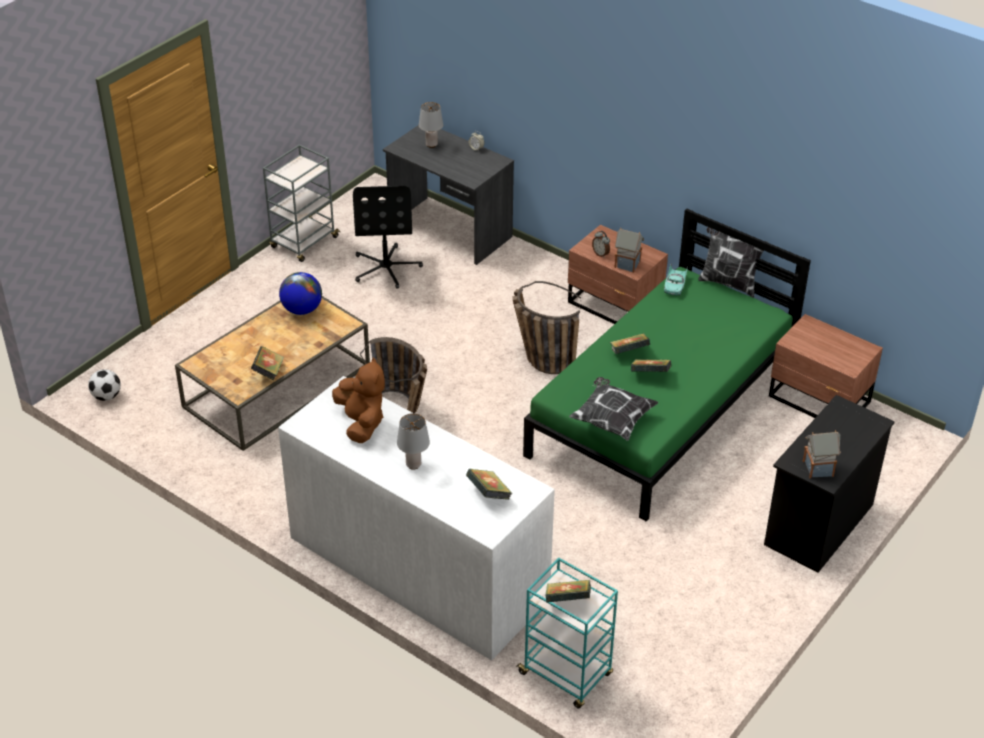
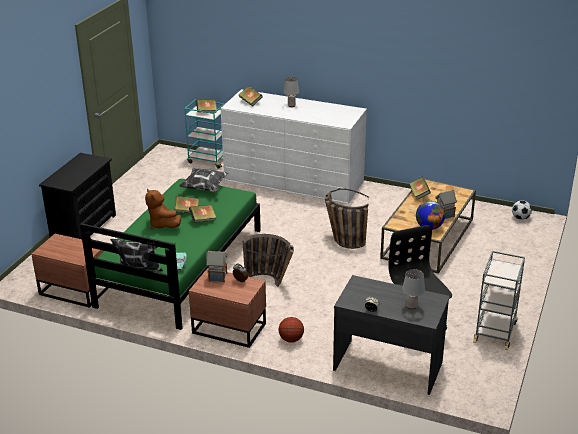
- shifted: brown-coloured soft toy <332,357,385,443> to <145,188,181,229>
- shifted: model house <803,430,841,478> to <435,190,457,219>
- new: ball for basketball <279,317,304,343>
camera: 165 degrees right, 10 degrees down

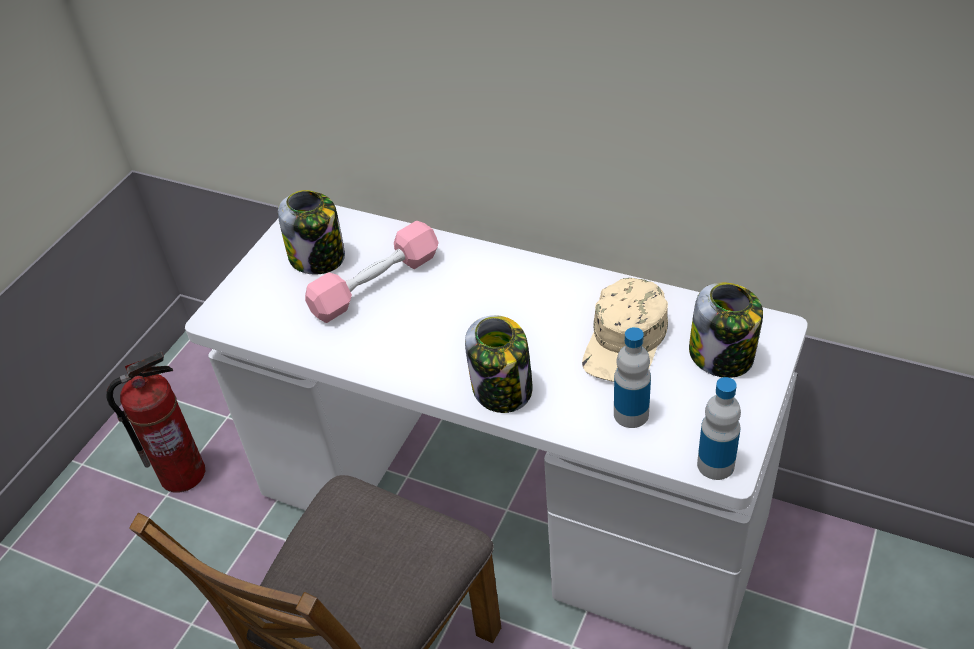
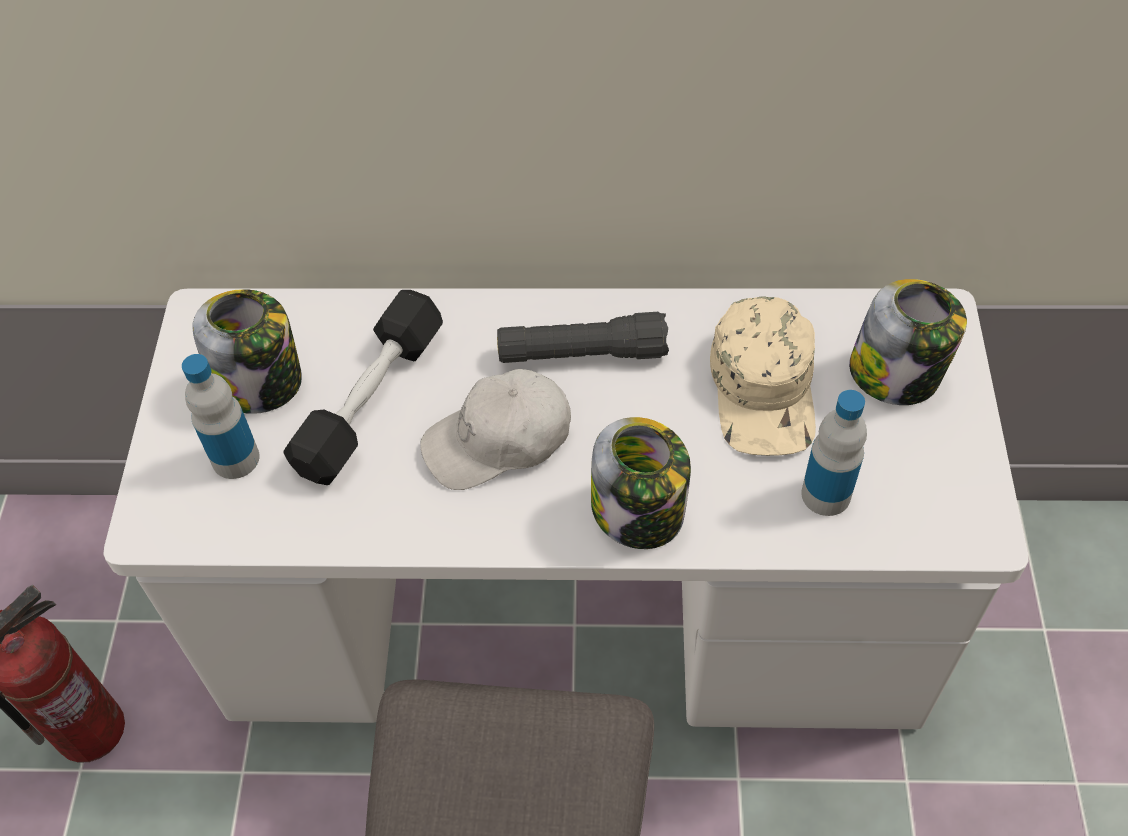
- repainted: pink-coloured hand weight <305,221,439,323> to blackish hand weight <284,290,443,485>
- shifted: bottle <697,377,741,480> to <182,354,260,479>
- new: blackish flashlight <497,312,669,363>
- new: white-coloured peaked cap <420,369,571,490>
camera: 25 degrees left, 10 degrees up

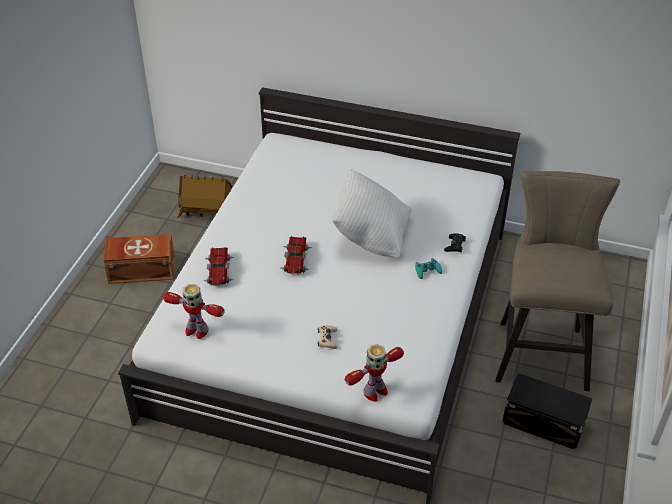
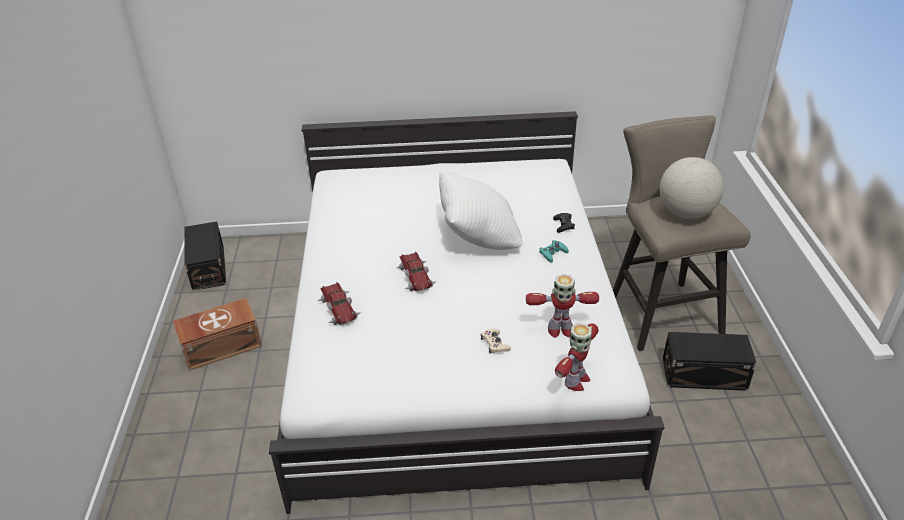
- gone: model house <177,175,232,218>
- shifted: model robot <163,284,225,339> to <526,274,599,338>
- new: globe <660,157,724,219>
- new: blackish storage bin <184,221,226,291>
camera: 20 degrees left, 5 degrees down

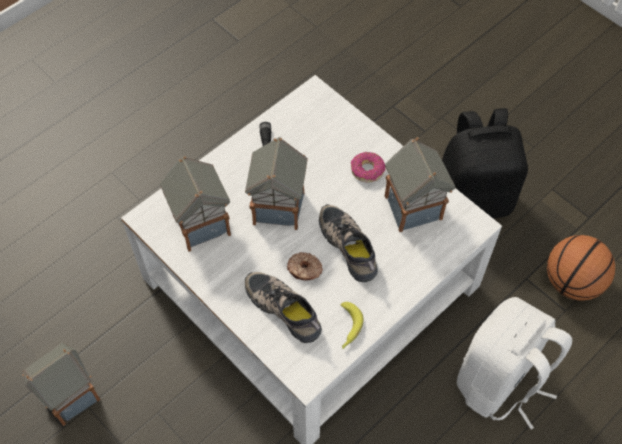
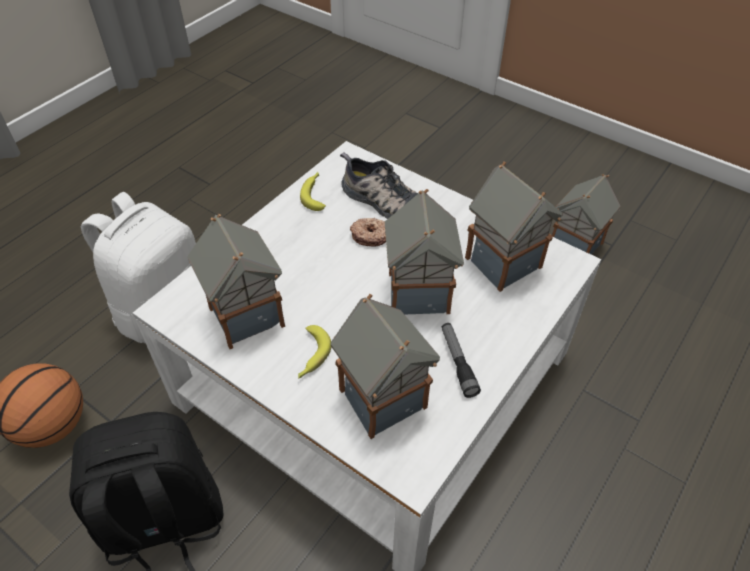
- swapped: donut <351,152,386,183> to whole banana <298,325,331,378>
- gone: low shoe <319,204,378,282>
- new: model house <331,294,440,439>
camera: 170 degrees right, 10 degrees down

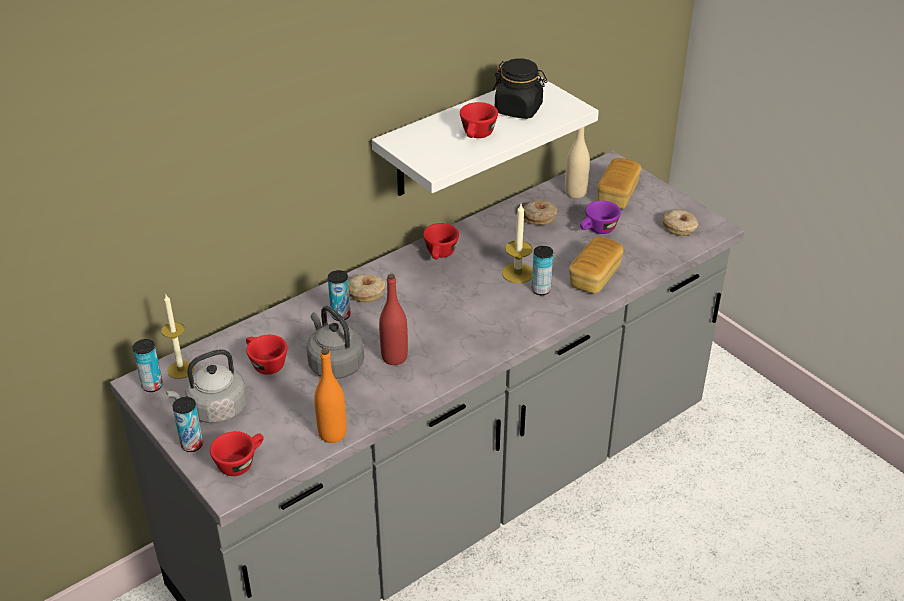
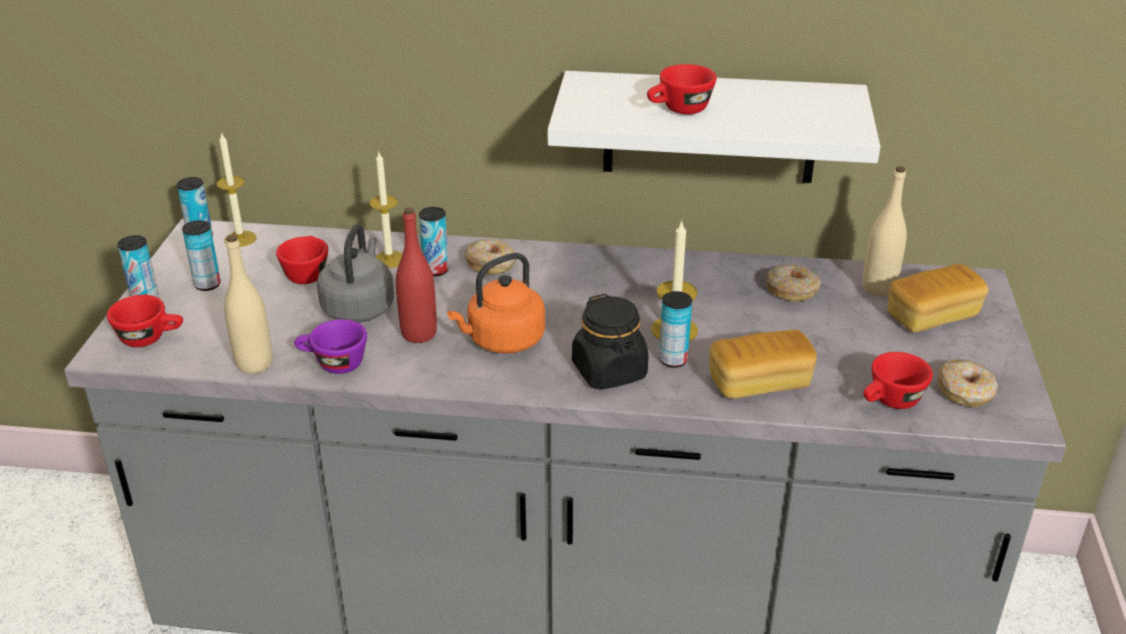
- shifted: blackish jar <493,58,548,119> to <572,294,649,390>
- shifted: purple drinking cup <580,200,621,234> to <294,319,367,374>
- shifted: red drinking cup <423,223,459,259> to <863,352,933,409>
- repainted: orange-coloured bottle <314,348,347,443> to beige bottle <224,235,273,374>
- swapped: grey kettle <166,349,247,423> to can <182,220,221,291>
- new: candle <370,152,402,268>
- new: orange-coloured kettle <447,253,545,354>
camera: 45 degrees right, 5 degrees down

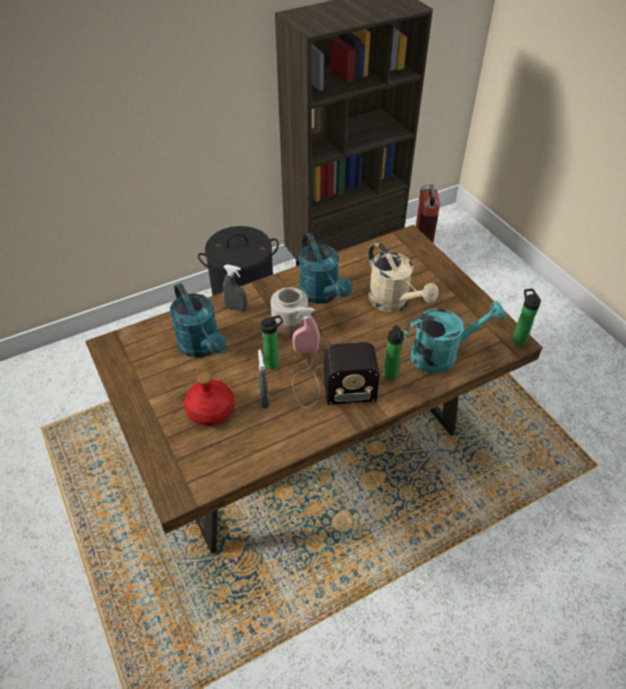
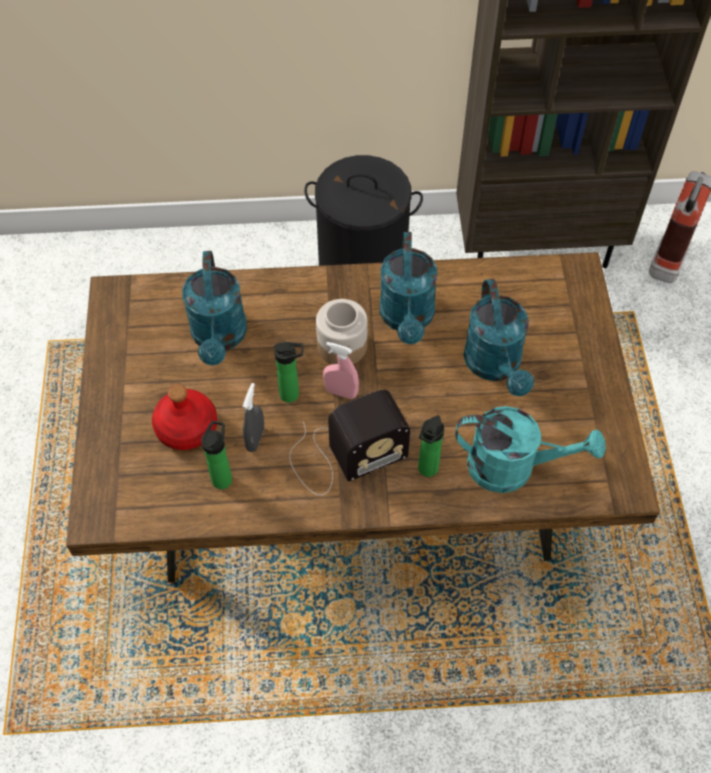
- repainted: beige watering can <368,242,439,312> to turquoise-coloured watering can <464,279,534,396>
- gone: grey hand sprayer <223,264,247,312>
- shifted: bottle <512,289,541,346> to <202,421,232,489>
- rotated: radio <292,342,380,408> = <289,390,410,495> 45 degrees counterclockwise
camera: 25 degrees right, 10 degrees up

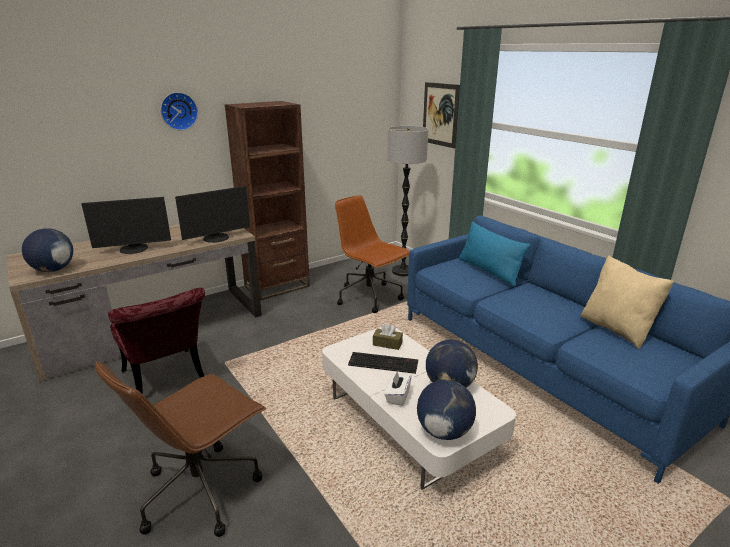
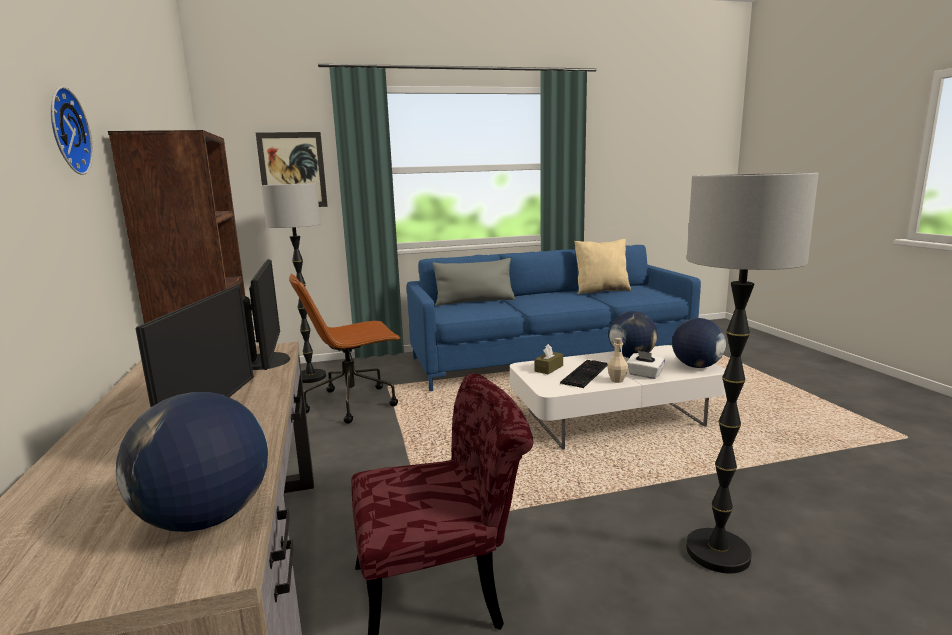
- repainted: bluish cushion <459,222,531,286> to grey cushion <433,258,515,306>
- swapped: brown-coloured office chair <95,361,266,537> to standing lamp <686,172,819,574>
- new: beige bottle <607,338,628,383>
camera: 70 degrees left, 10 degrees down

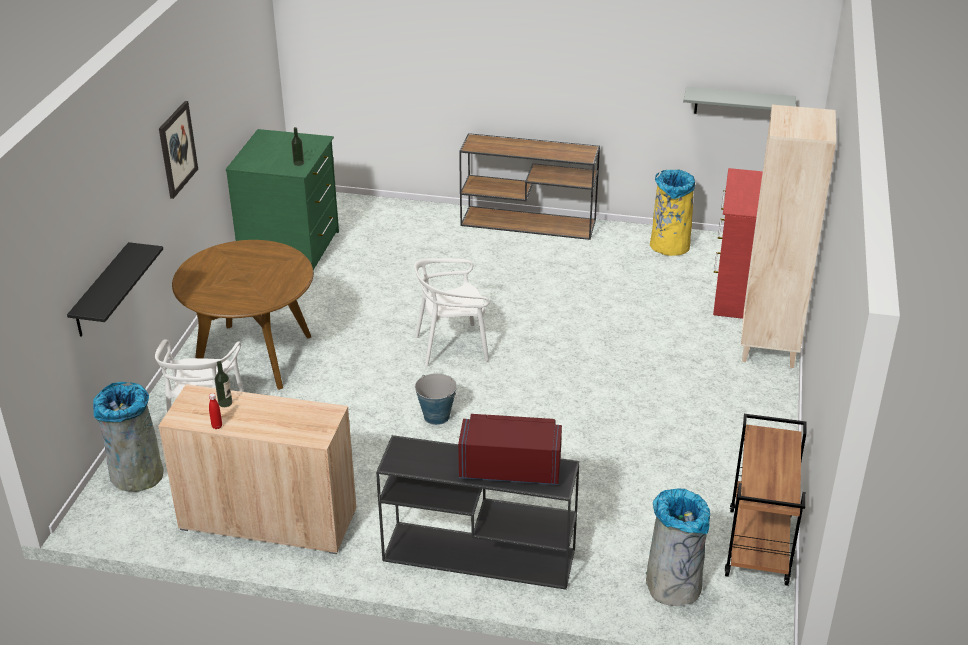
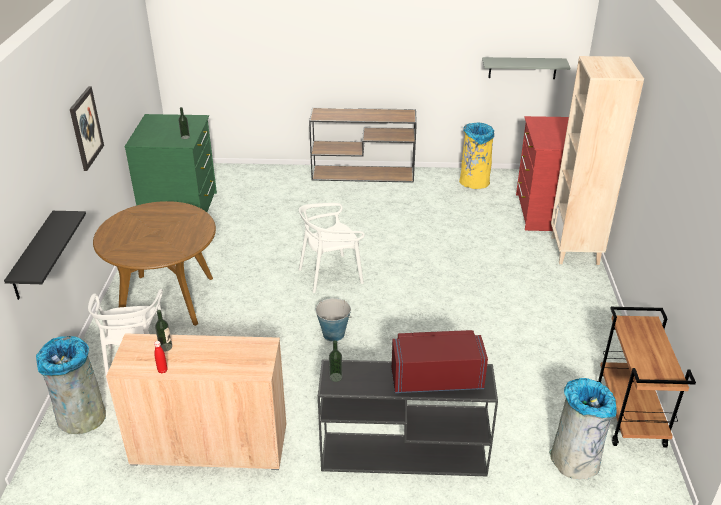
- new: bottle <329,340,342,382>
camera: 10 degrees left, 0 degrees up

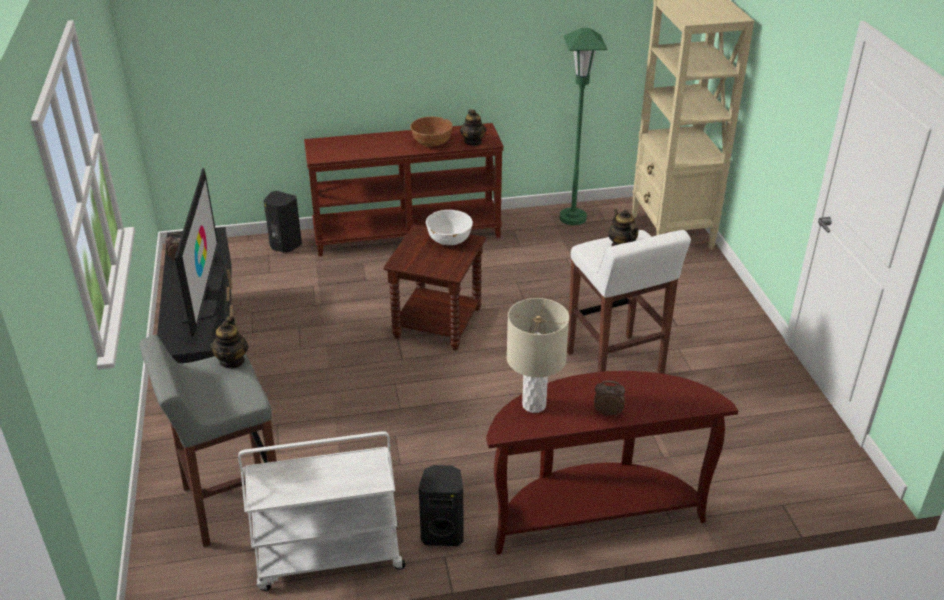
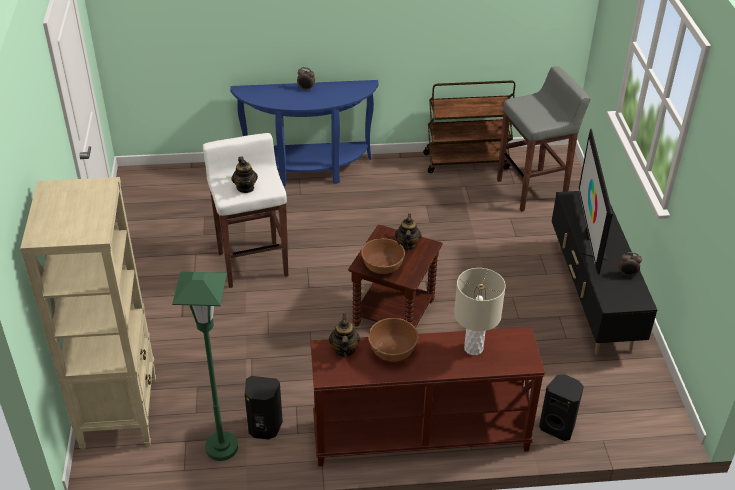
- repainted: white-coloured deep dish <426,210,473,245> to brown-coloured deep dish <361,238,405,274>
- shifted: beige table lamp <507,298,569,413> to <454,268,506,355>
- shifted: teapot <210,316,248,369> to <395,214,422,250>
- repainted: brown-coloured hall table <486,371,738,555> to bluish hall table <230,80,379,186>
- repainted: white-coloured cart <238,431,405,591> to brown-coloured cart <423,81,515,173>
- shifted: blackish audio speaker <419,465,464,546> to <245,376,283,440>
camera: 175 degrees left, 5 degrees up

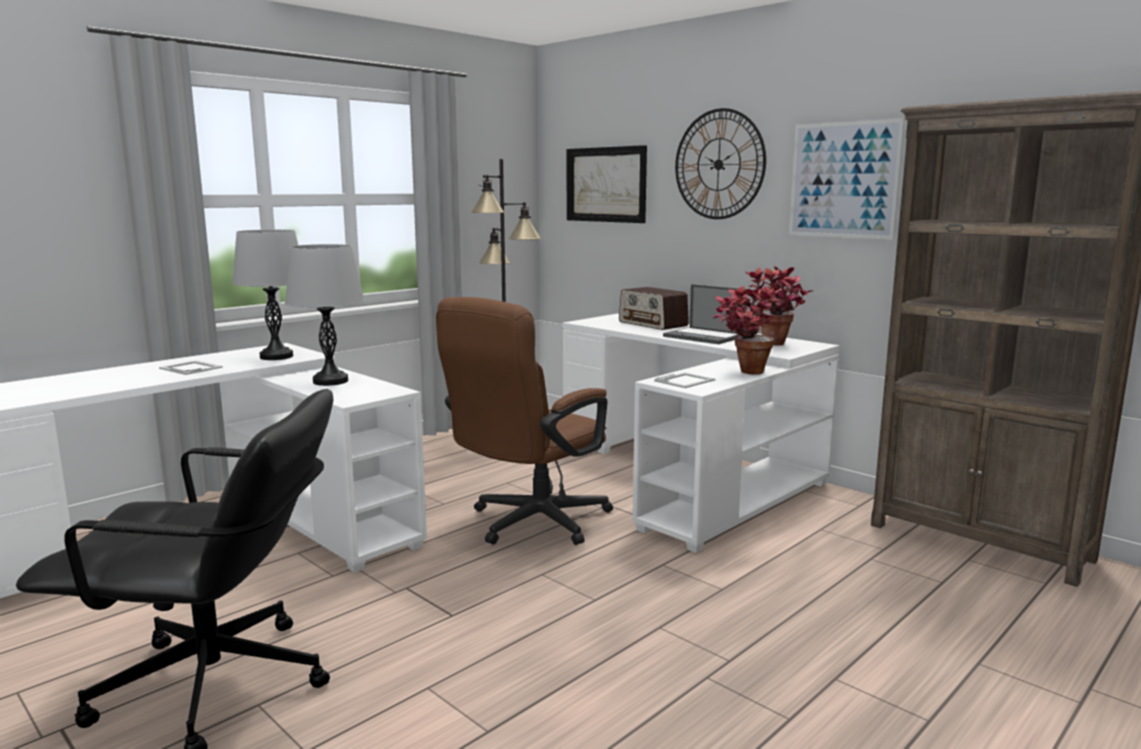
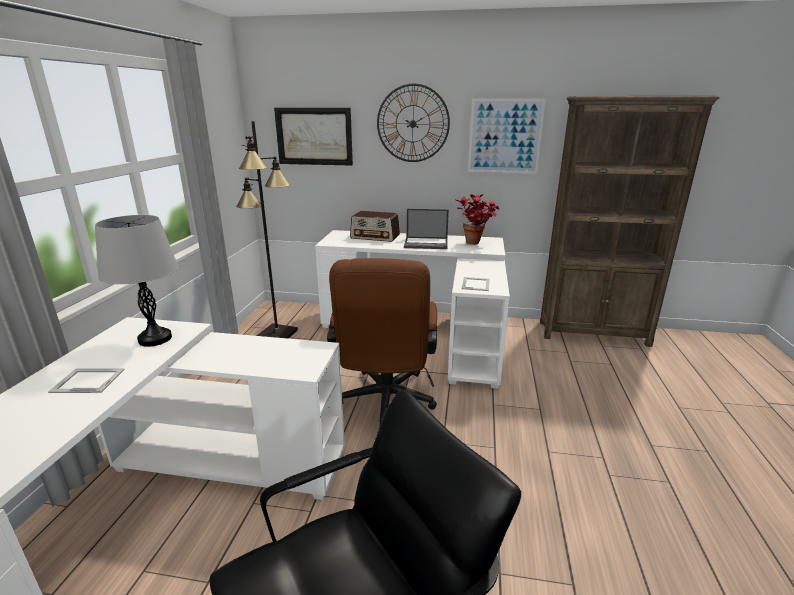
- gone: grey table lamp <285,244,364,386>
- gone: houseplant <713,286,783,375>
camera: 35 degrees left, 10 degrees up

